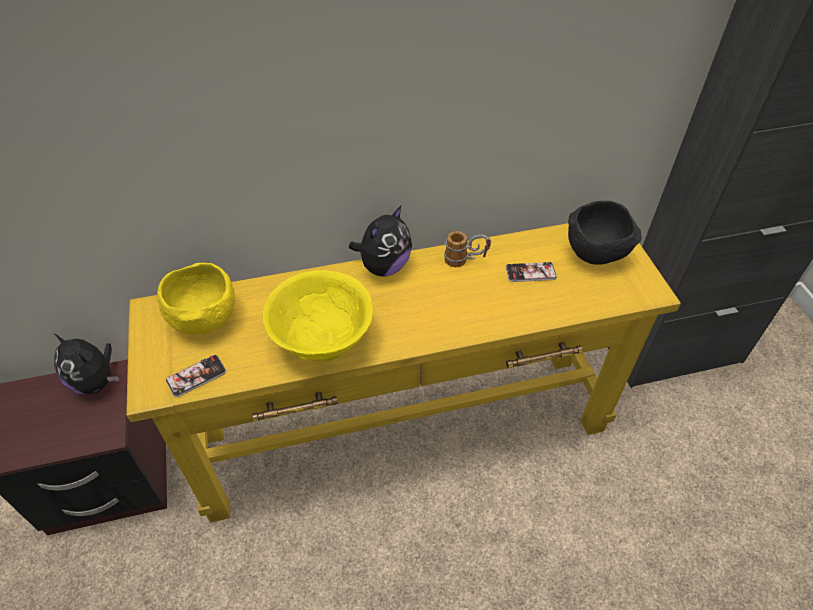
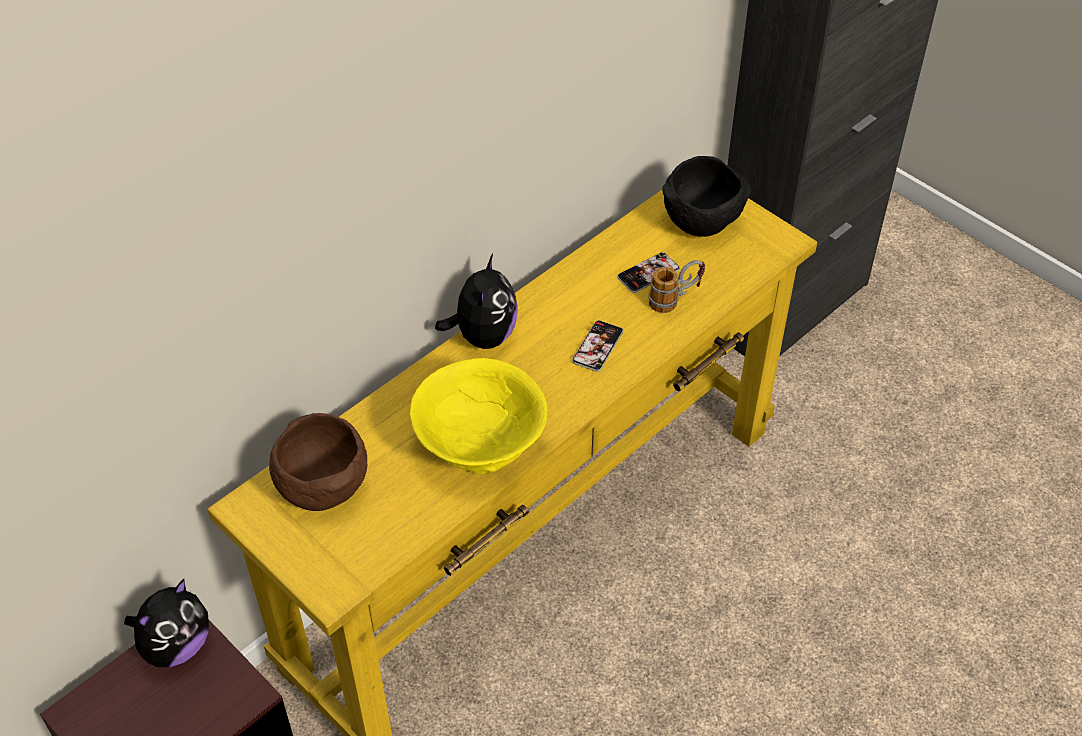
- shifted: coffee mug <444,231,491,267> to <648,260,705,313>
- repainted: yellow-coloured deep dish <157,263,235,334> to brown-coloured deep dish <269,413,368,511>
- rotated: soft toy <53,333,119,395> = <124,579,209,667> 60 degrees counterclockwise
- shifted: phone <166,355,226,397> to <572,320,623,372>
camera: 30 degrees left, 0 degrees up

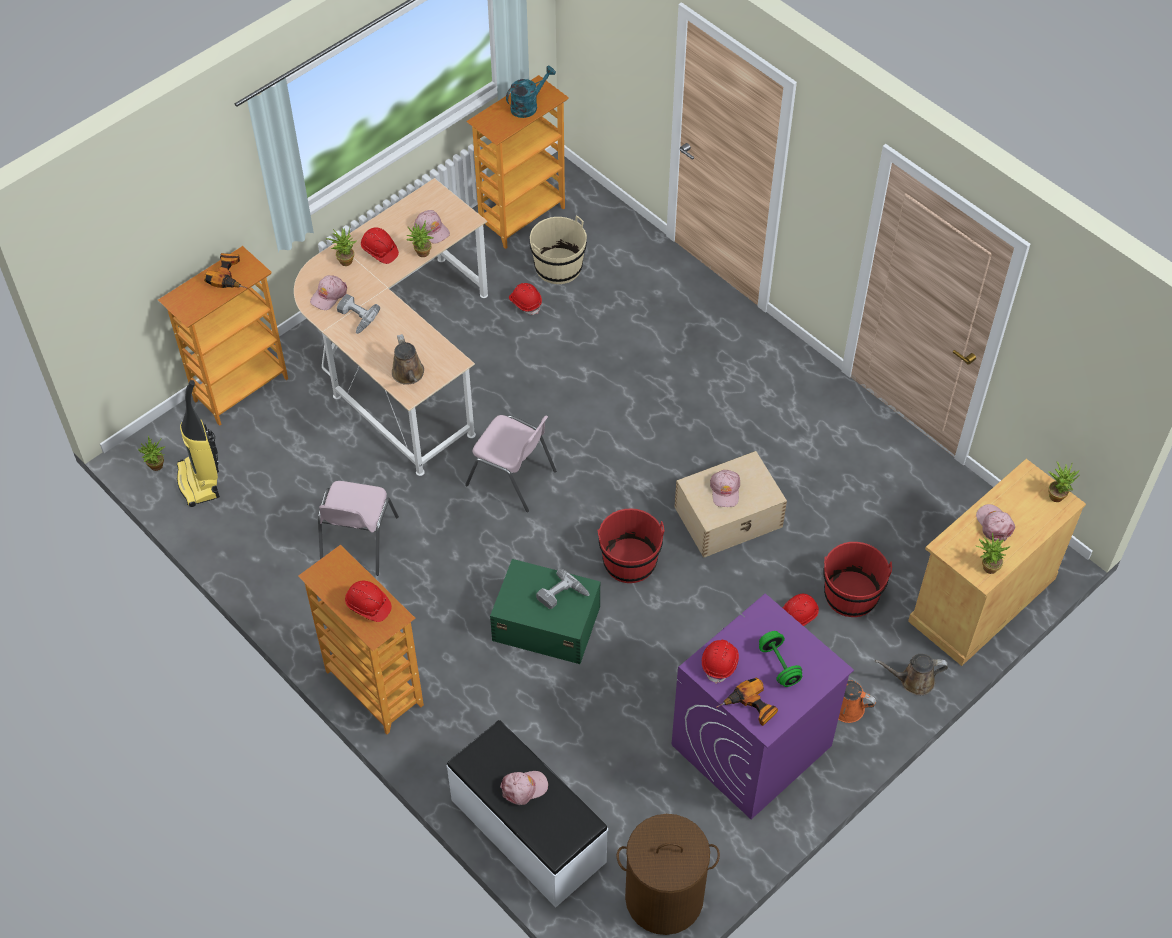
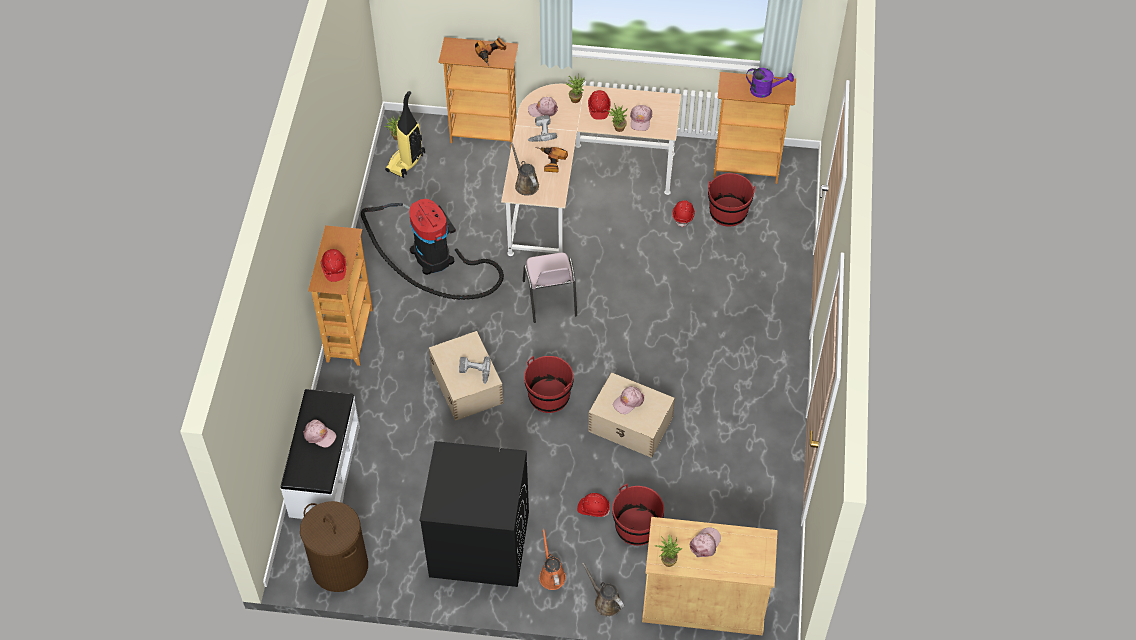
- repainted: turquoise-coloured watering can <506,66,556,118> to purple watering can <746,68,794,98>
- repainted: beige water bucket <530,215,587,284> to red water bucket <708,173,755,227>
- rotated: brown-coloured watering can <392,334,424,385> = <511,142,539,196> 120 degrees clockwise
- gone: houseplant <1048,462,1080,502>
- swapped: pink-coloured plain chair <318,481,399,576> to vacuum <361,199,504,300>
- repainted: greenish storage bin <490,559,600,664> to beige storage bin <429,331,503,421>
- repainted: purple laundry machine <672,594,854,819> to blackish laundry machine <419,441,529,587>
- gone: greenish hand weight <759,631,802,687>
- gone: red work helmet <702,640,739,684>
- shifted: power drill <716,678,778,726> to <535,147,568,172>
camera: 50 degrees right, 0 degrees up

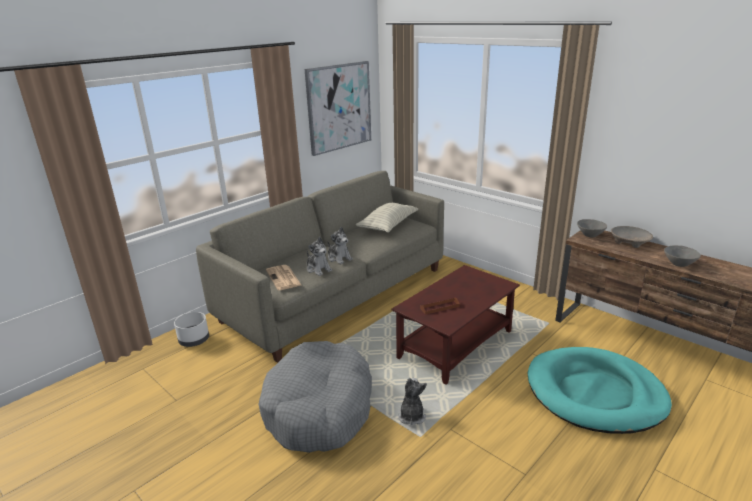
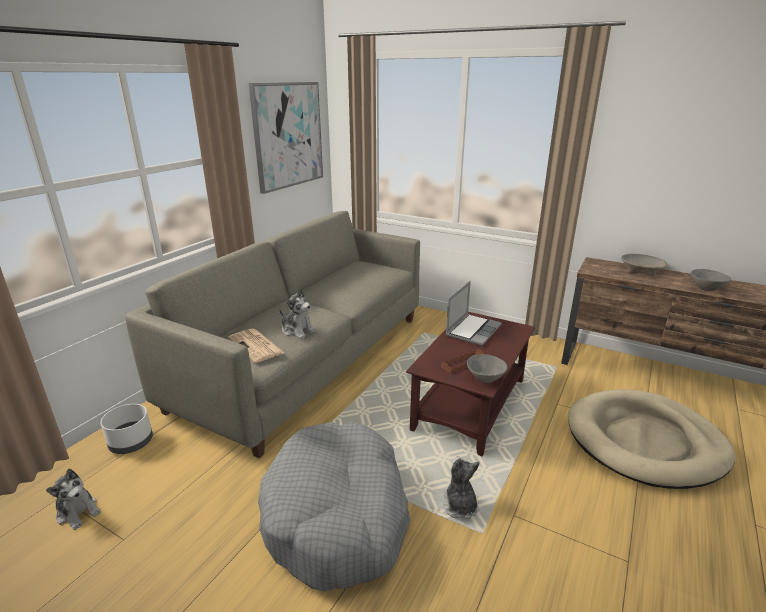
- gone: cushion <356,203,418,233>
- shifted: grey deep dish <577,219,607,237> to <467,354,507,383>
- shifted: soft toy <328,227,353,264> to <46,469,101,530>
- repainted: turquoise-coloured dog bed <528,347,672,434> to beige dog bed <568,389,736,489>
- new: laptop <446,281,502,346>
camera: 15 degrees left, 0 degrees up

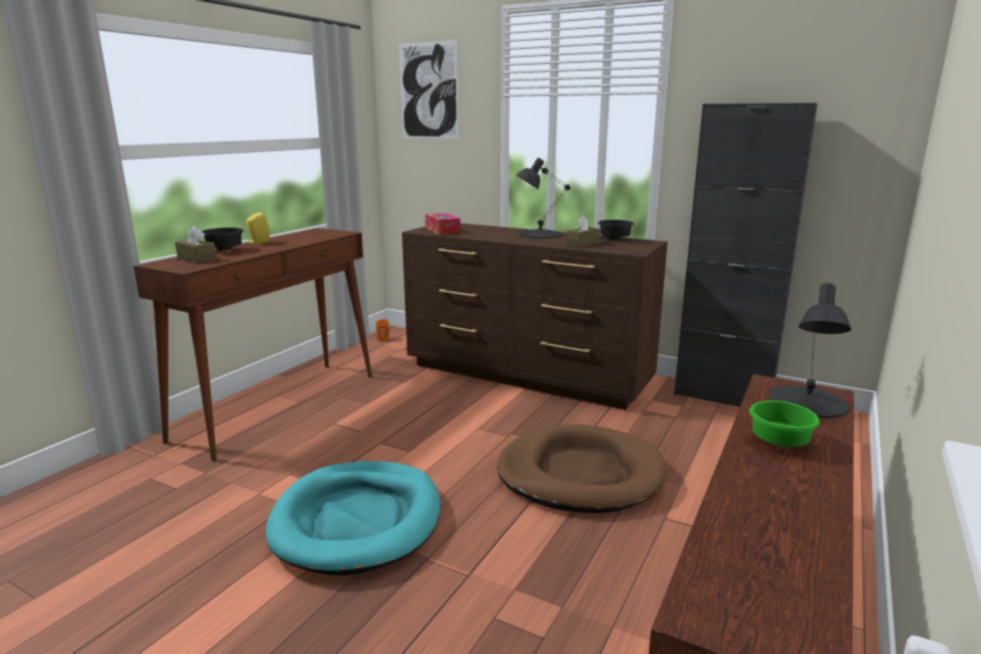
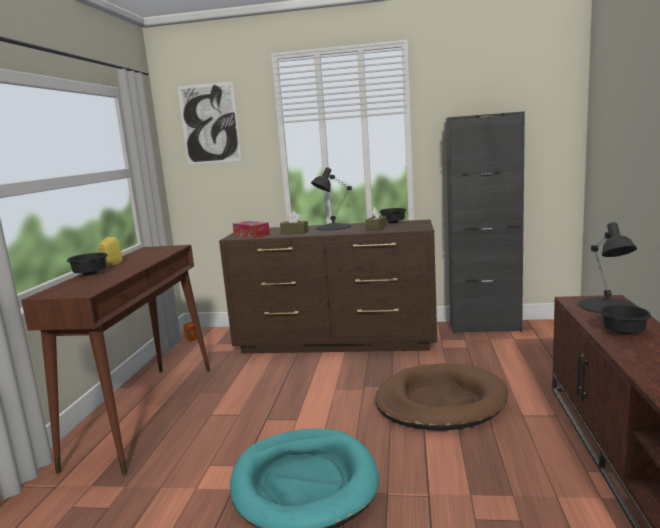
- shifted: brown-coloured tissue box <175,226,217,263> to <280,211,309,234>
- repainted: greenish deep dish <749,401,820,447> to blackish deep dish <600,305,651,334>
camera: 20 degrees left, 5 degrees down

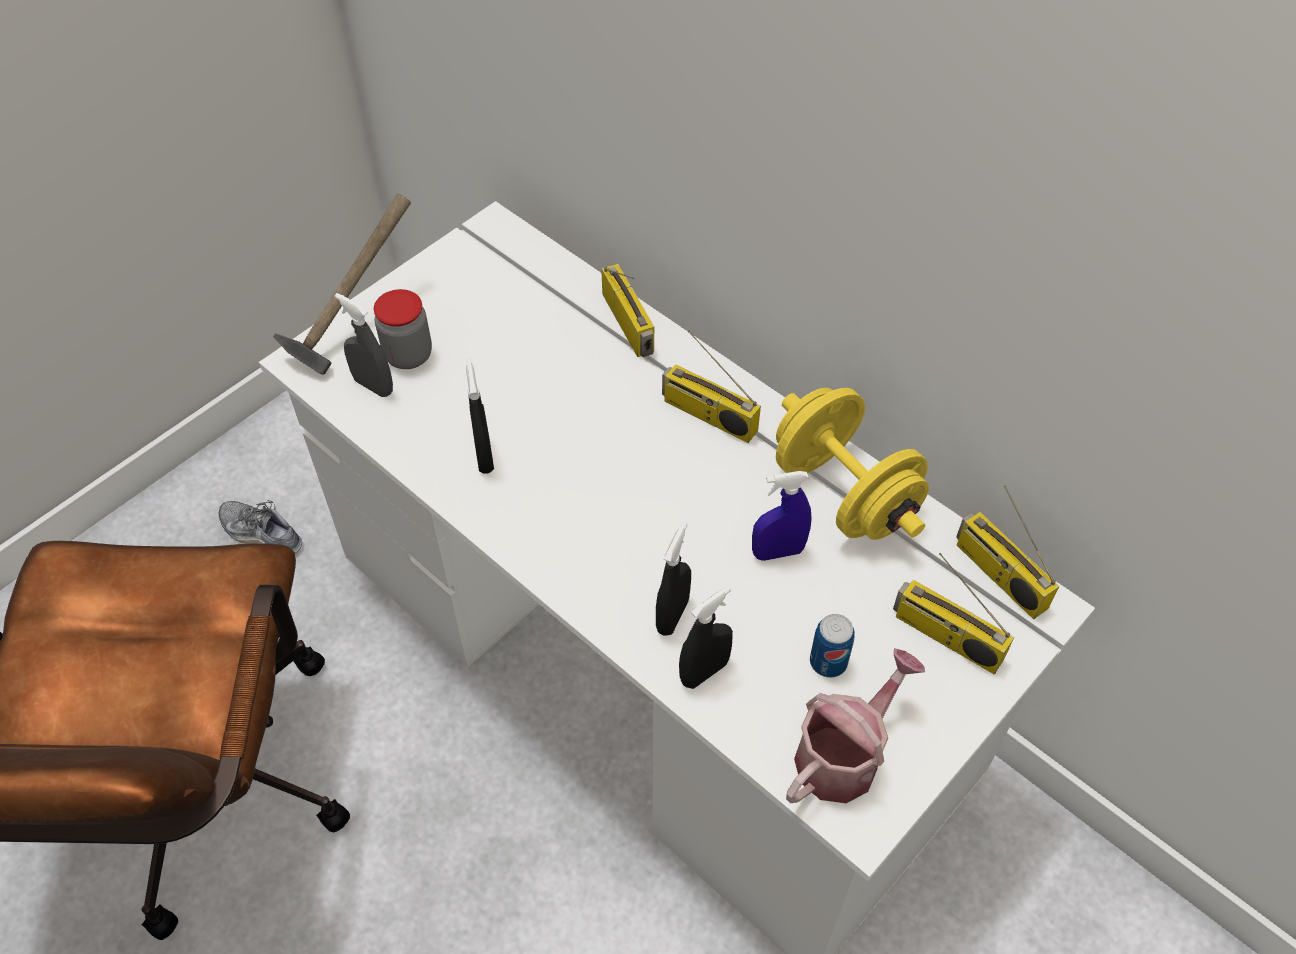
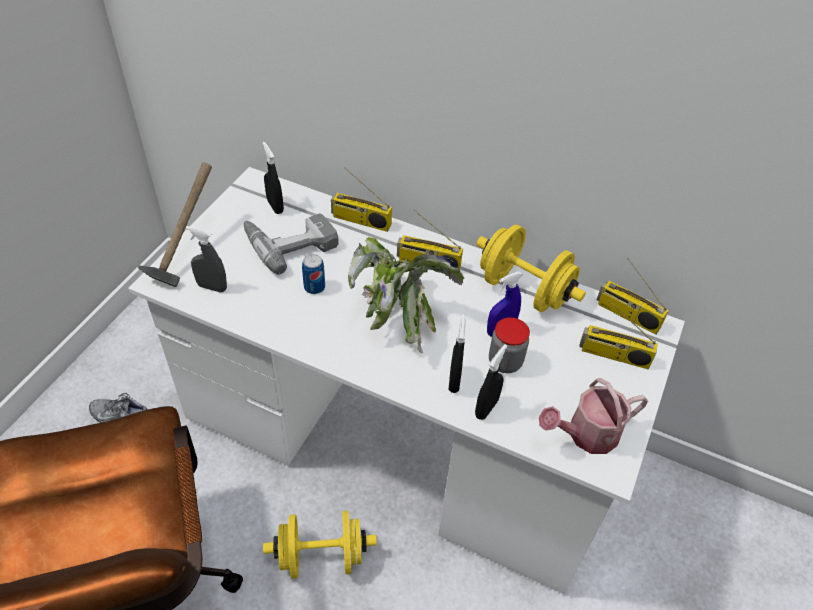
- rotated: radio <601,264,654,357> = <331,167,392,232> 150 degrees clockwise
- shifted: jar <374,289,432,369> to <489,317,530,373>
- shifted: blackish hand sprayer <466,359,494,474> to <263,142,284,214>
- shifted: can <810,614,855,678> to <302,254,325,294>
- rotated: watering can <786,648,925,803> = <539,378,648,454> 135 degrees counterclockwise
- new: power drill <244,213,339,275>
- new: houseplant <348,237,464,354>
- new: yellow-coloured hand weight <263,511,377,578>
camera: 20 degrees left, 5 degrees down

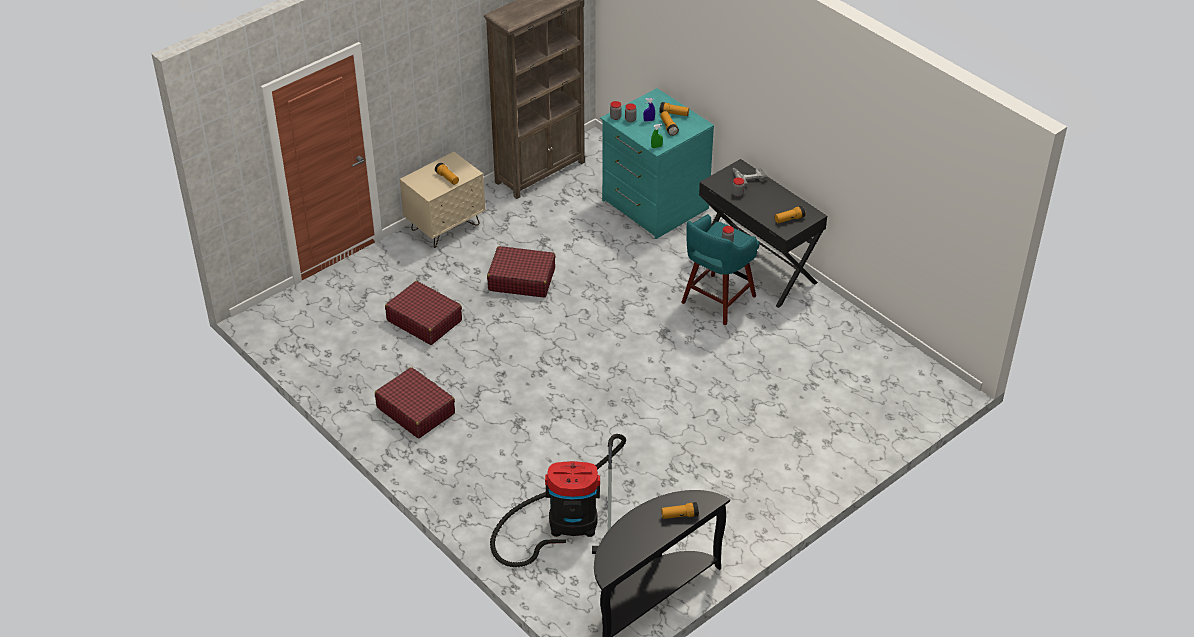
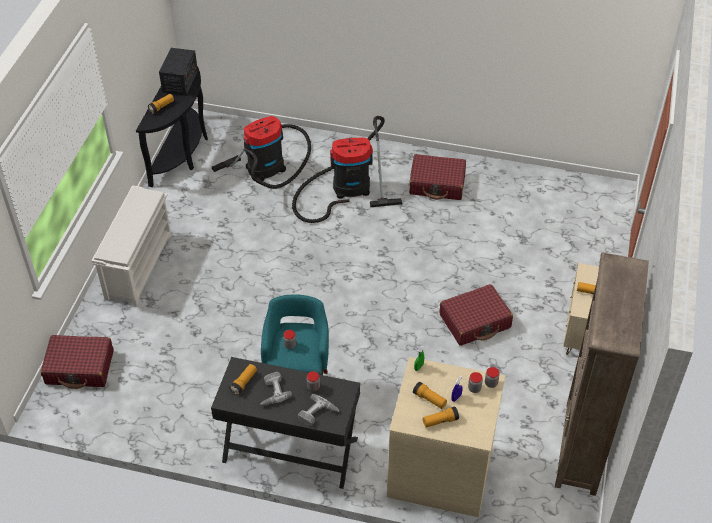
- repainted: turquoise-coloured dresser <600,88,714,239> to beige dresser <387,357,505,517>
- shifted: red travel case <385,281,462,345> to <40,335,114,389>
- new: radio <159,48,198,96>
- new: vacuum <292,116,402,223>
- new: white-coloured shoe shelf <91,185,172,307>
- new: power drill <260,372,292,405>
camera: 145 degrees right, 5 degrees up

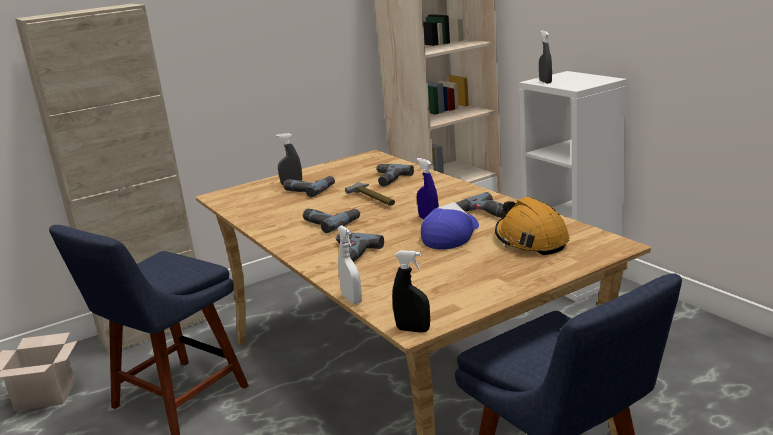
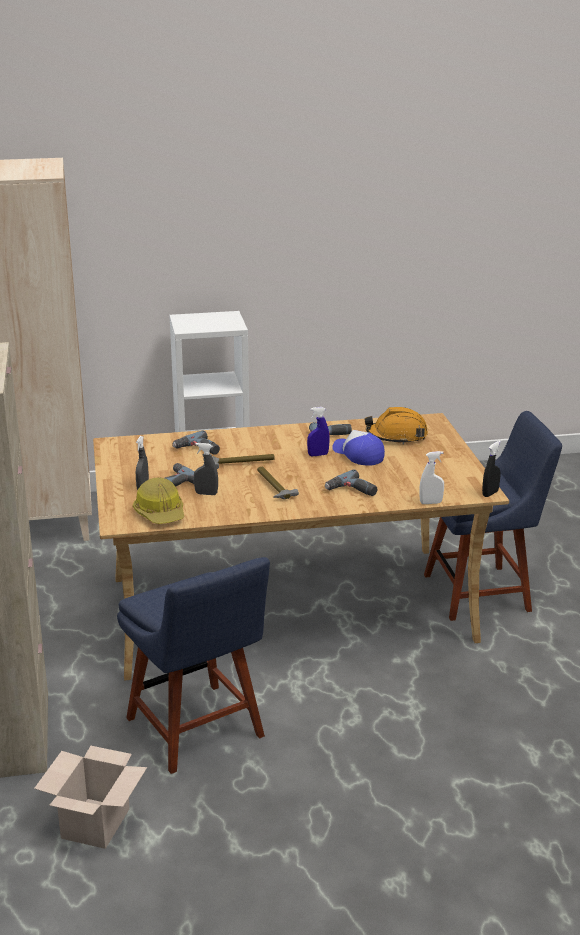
- shifted: grey hand sprayer <539,31,552,84> to <194,443,218,495>
- swapped: power drill <303,209,360,233> to hand hammer <257,467,299,499>
- new: work helmet <133,478,184,524>
camera: 70 degrees left, 5 degrees up

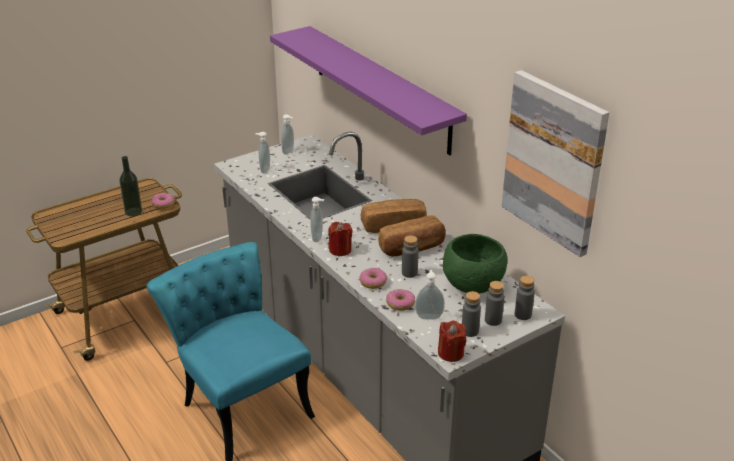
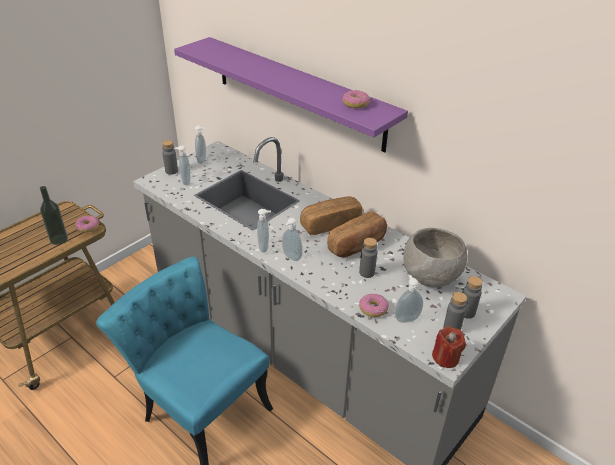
- gone: wall picture <502,70,609,257>
- swapped: red candle <328,222,353,257> to liquid soap bottle <282,218,302,261>
- repainted: greenish deep dish <443,234,507,293> to grey deep dish <403,228,467,287>
- shifted: donut <359,268,387,289> to <343,90,370,108>
- shifted: grey bottle <515,276,535,320> to <162,140,178,175>
camera: 15 degrees left, 5 degrees up

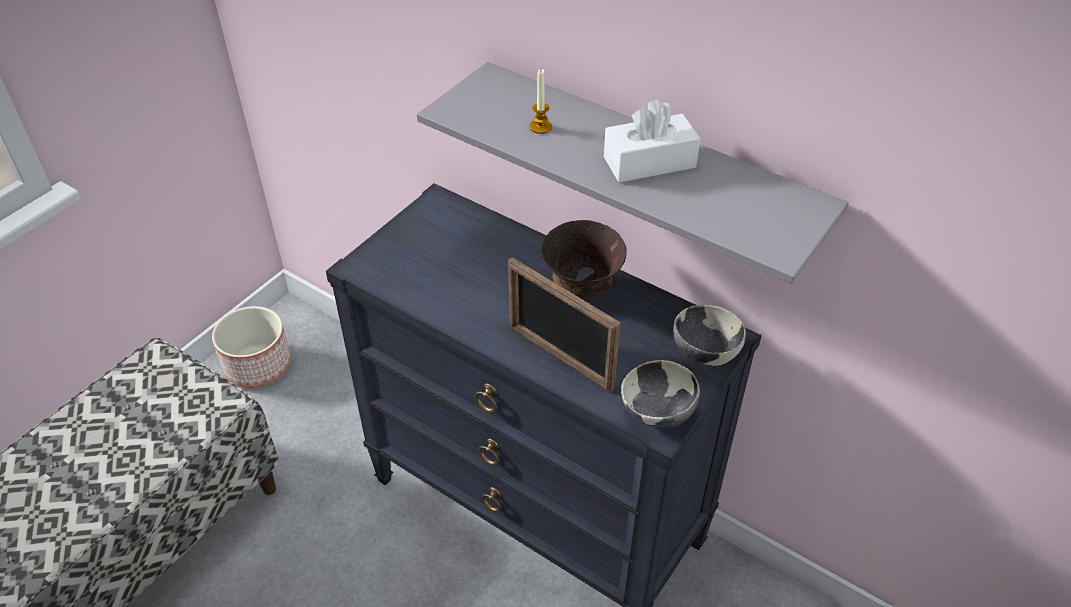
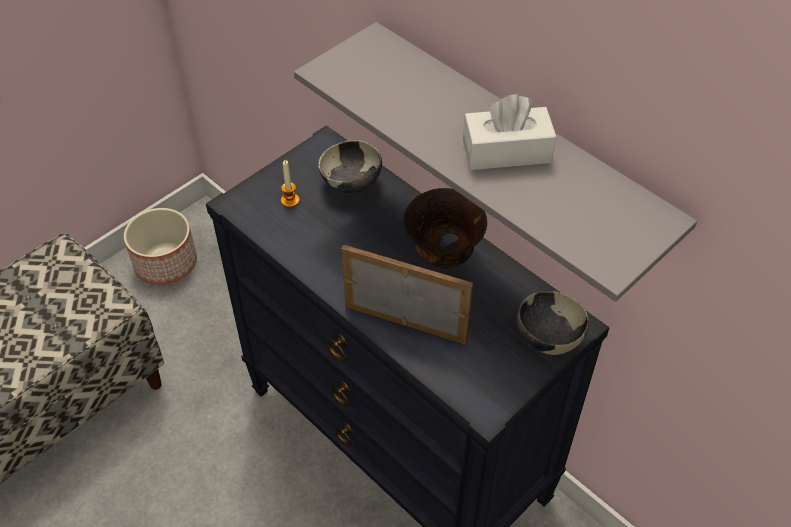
- shifted: candle <530,69,552,134> to <281,160,300,207>
- rotated: photo frame <508,257,621,392> = <341,245,473,345> 150 degrees clockwise
- shifted: deep dish <621,360,700,428> to <318,140,382,193>
camera: 10 degrees right, 5 degrees up

